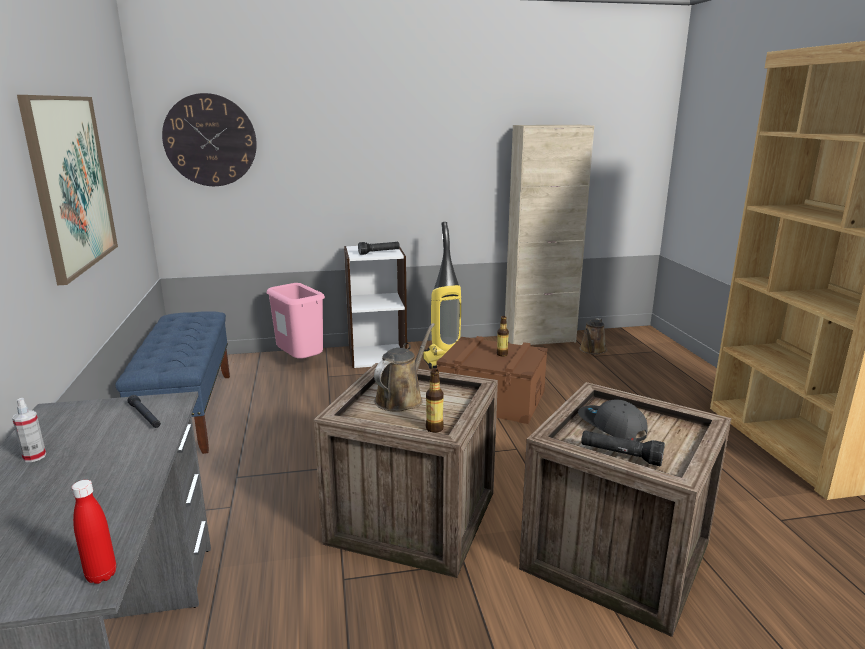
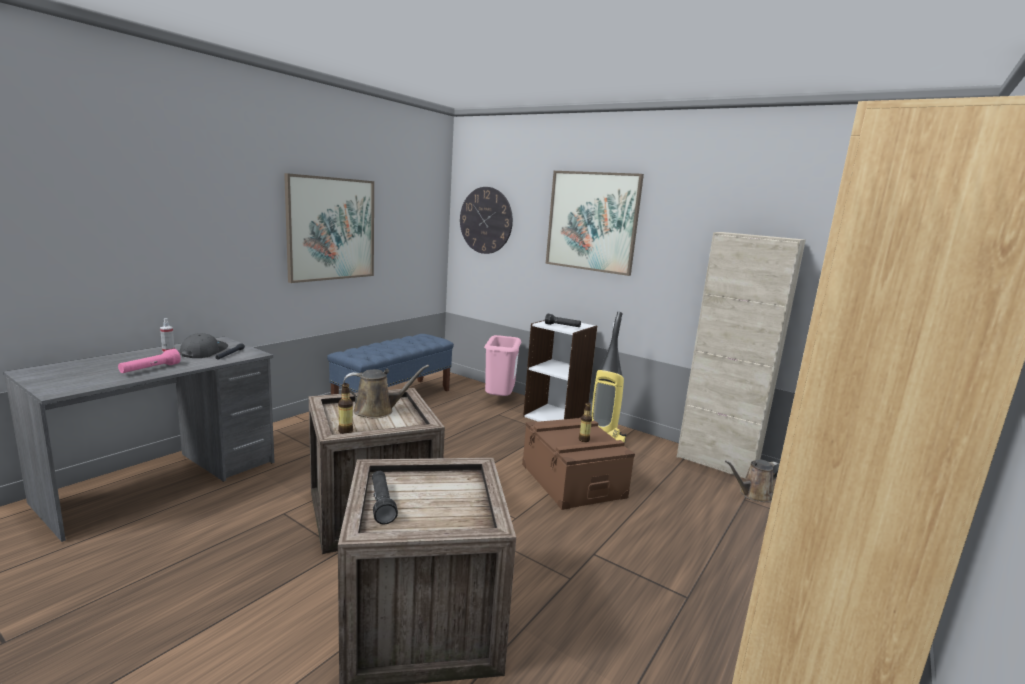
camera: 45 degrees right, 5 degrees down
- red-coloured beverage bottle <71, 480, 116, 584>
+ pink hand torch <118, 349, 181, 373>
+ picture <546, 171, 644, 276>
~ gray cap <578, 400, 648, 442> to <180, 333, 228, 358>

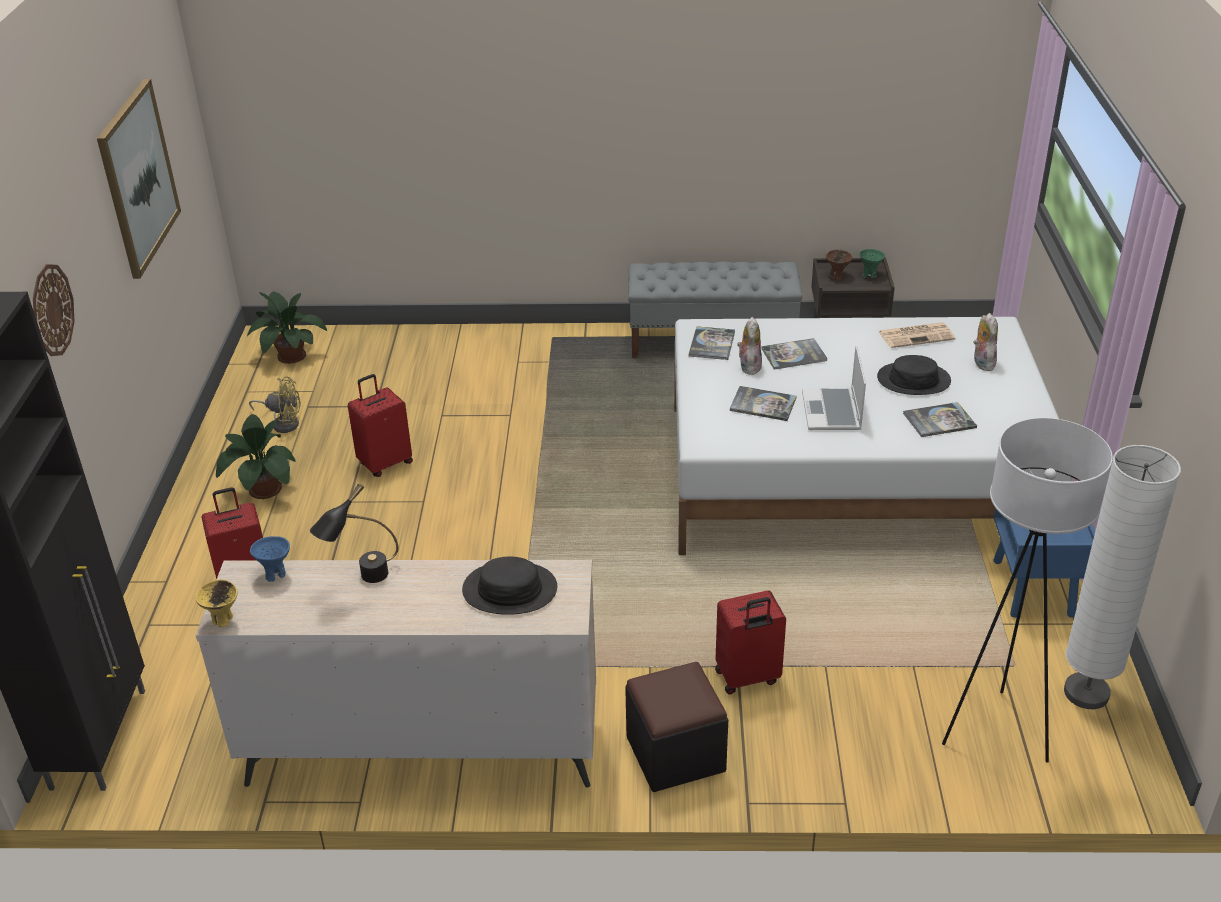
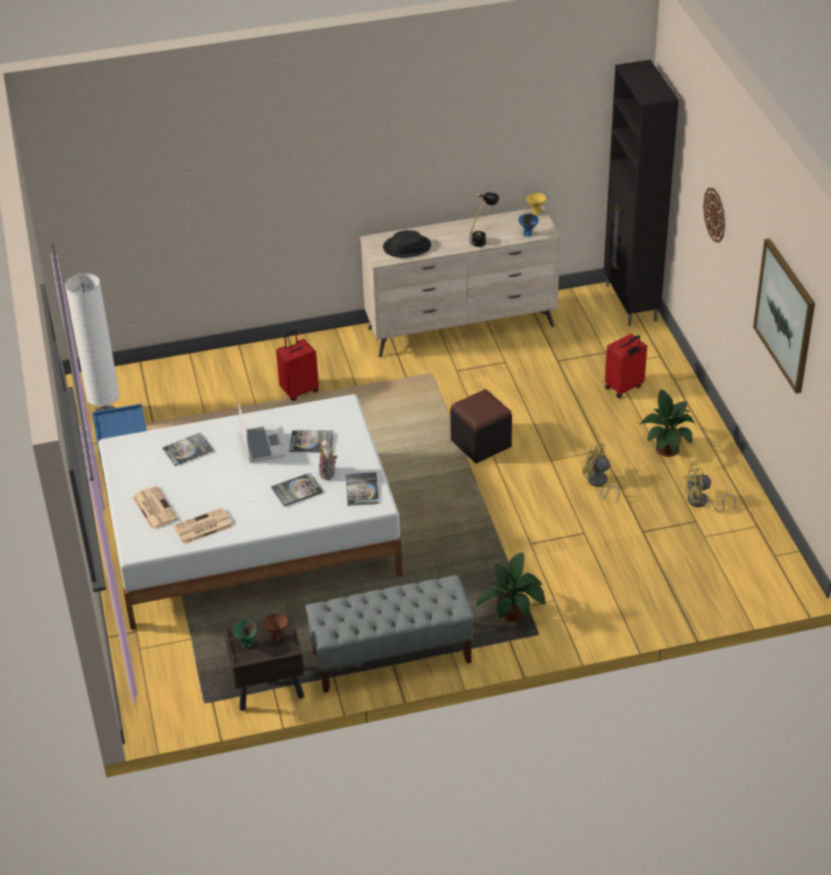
camera: 165 degrees right, 5 degrees up
- blackish wearable hat <877, 355, 951, 395>
- white-coloured standard lamp <942, 418, 1113, 763>
~ houseplant <247, 291, 327, 364> to <476, 552, 546, 623>
~ blackish pouffe <625, 662, 728, 792> to <450, 389, 512, 464>
~ red-coloured piece of luggage <348, 374, 413, 477> to yellow fan <582, 442, 619, 503>
~ soft toy <973, 313, 998, 371> to daily paper <132, 486, 178, 529>

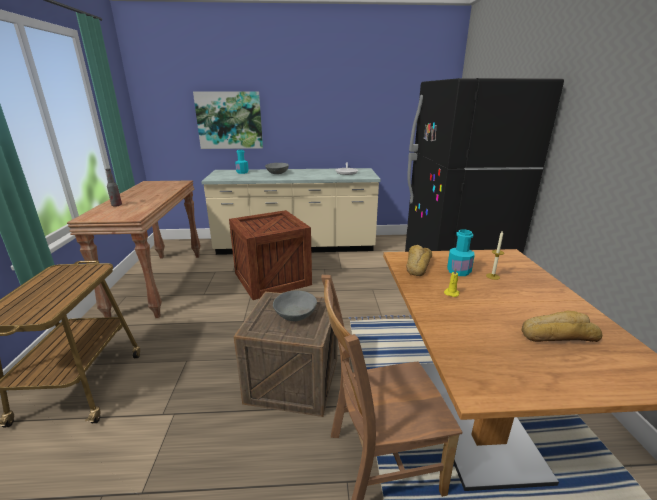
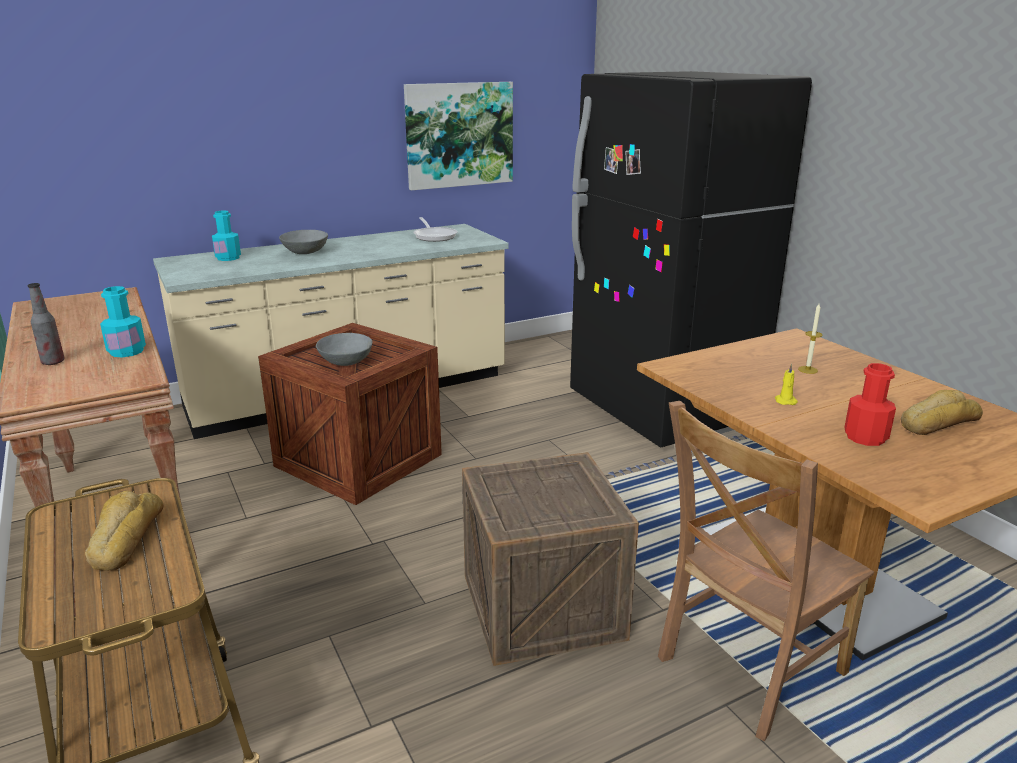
camera: 25 degrees left, 0 degrees up
+ red-coloured beverage bottle <844, 363, 896, 446>
~ picture <193, 91, 263, 149> to <404, 82, 513, 190>
~ gray bowl <273, 291, 317, 321> to <316, 333, 372, 366>
~ bread <406, 245, 432, 276> to <85, 491, 163, 571>
~ turquoise-coloured beverage bottle <447, 229, 475, 276> to <100, 286, 146, 357>

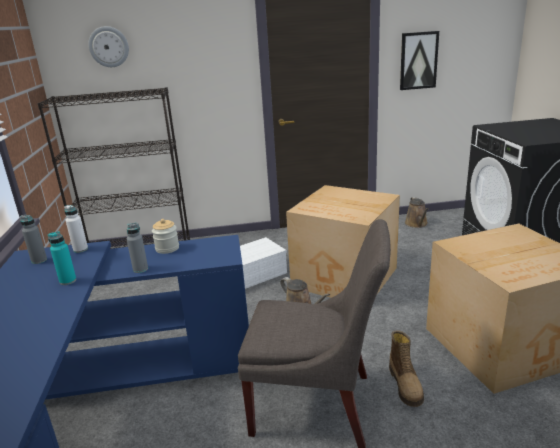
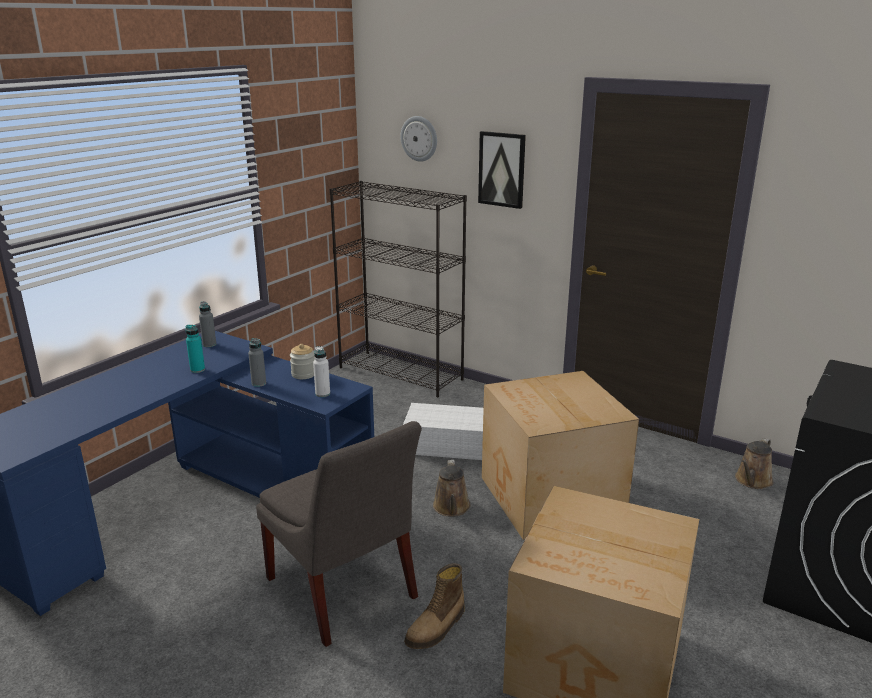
camera: 40 degrees right, 0 degrees up
~ white-coloured beverage bottle <64, 205, 88, 253> to <313, 346, 330, 397>
~ picture <400, 31, 439, 90> to <478, 131, 526, 209>

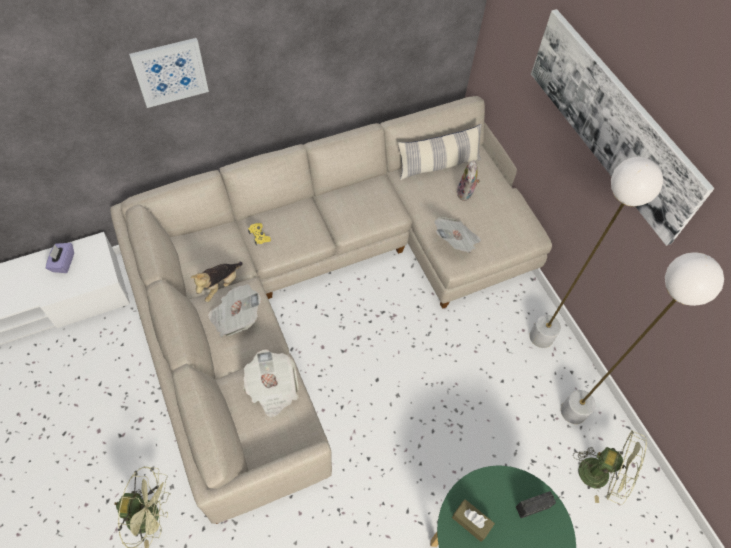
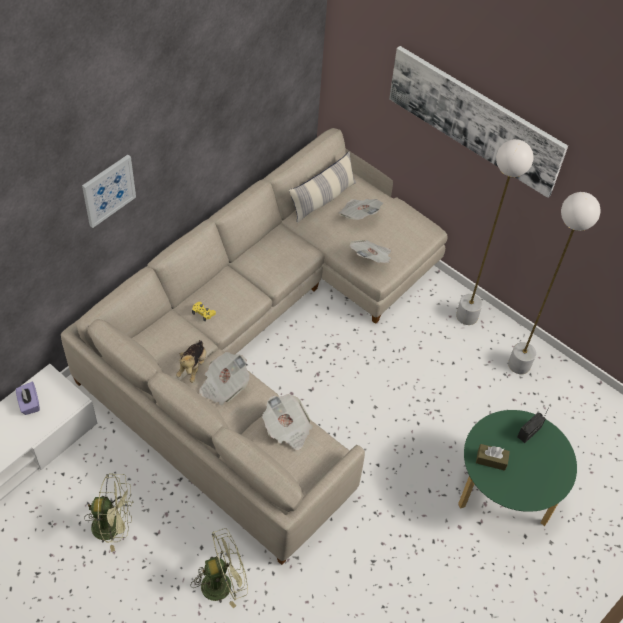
camera: 25 degrees left, 5 degrees down
~ green-coloured fan <573, 430, 647, 505> to <84, 473, 133, 552>
~ soft toy <457, 160, 480, 201> to daily paper <338, 199, 383, 220>

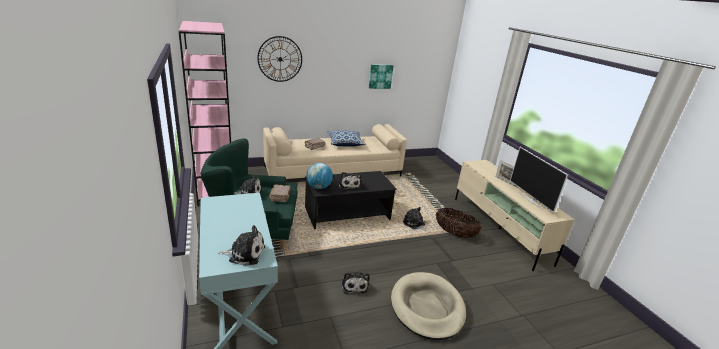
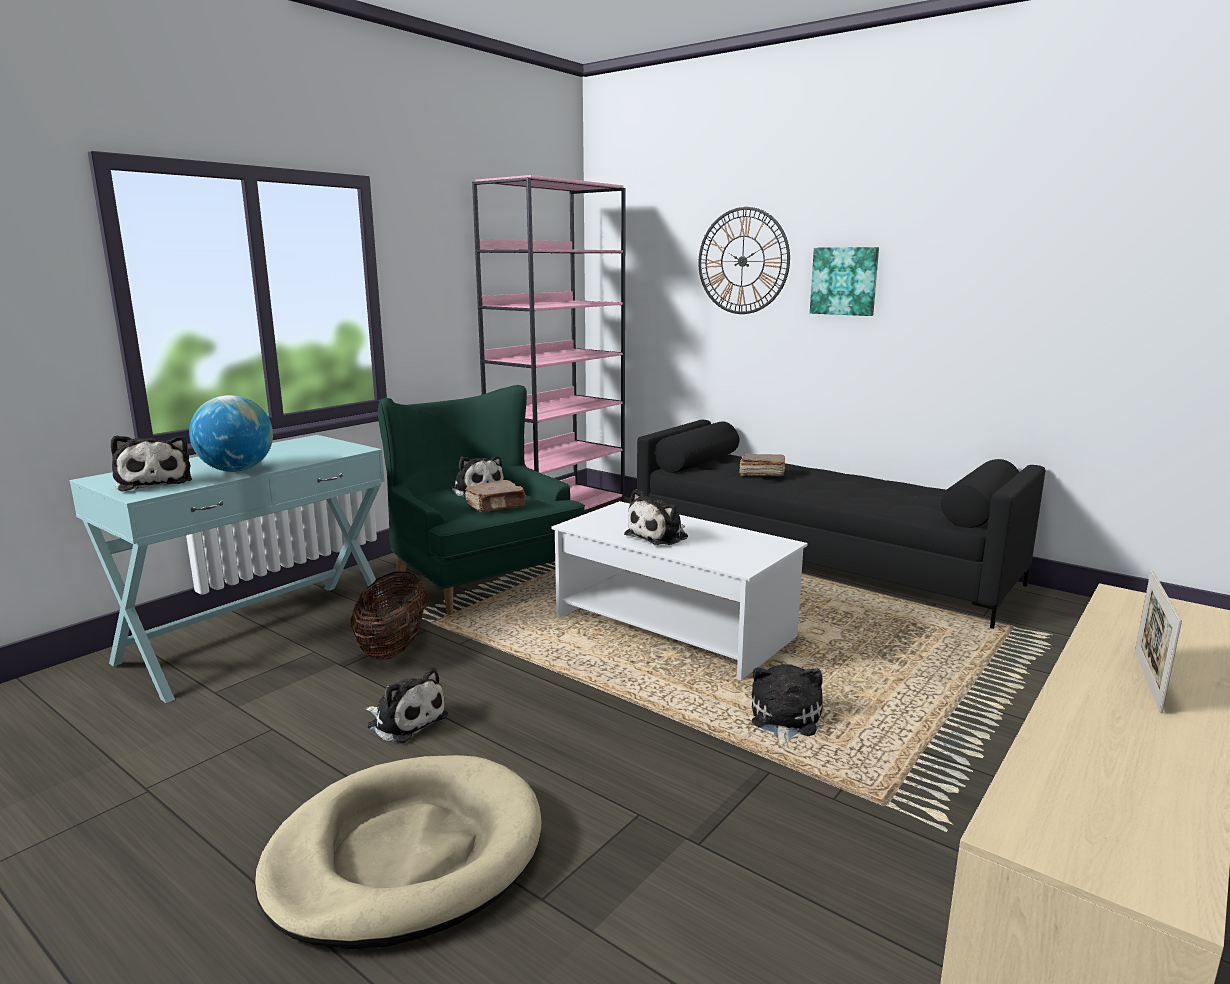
camera: 60 degrees right, 10 degrees down
- throw pillow <327, 130, 365, 147>
- TV <510, 147, 568, 213>
~ desk globe <306, 163, 333, 189> to <189, 395, 273, 472>
~ picture <369, 64, 393, 89> to <810, 247, 879, 316>
~ basket <436, 208, 481, 238> to <350, 571, 427, 660>
~ beige sofa <263, 124, 407, 179> to blackish sofa <637, 420, 1045, 629>
~ blackish lounge table <305, 171, 397, 229> to white-coloured lounge table <552, 501, 808, 680>
~ soft toy <342, 271, 370, 294> = <365, 668, 448, 743> 105 degrees counterclockwise

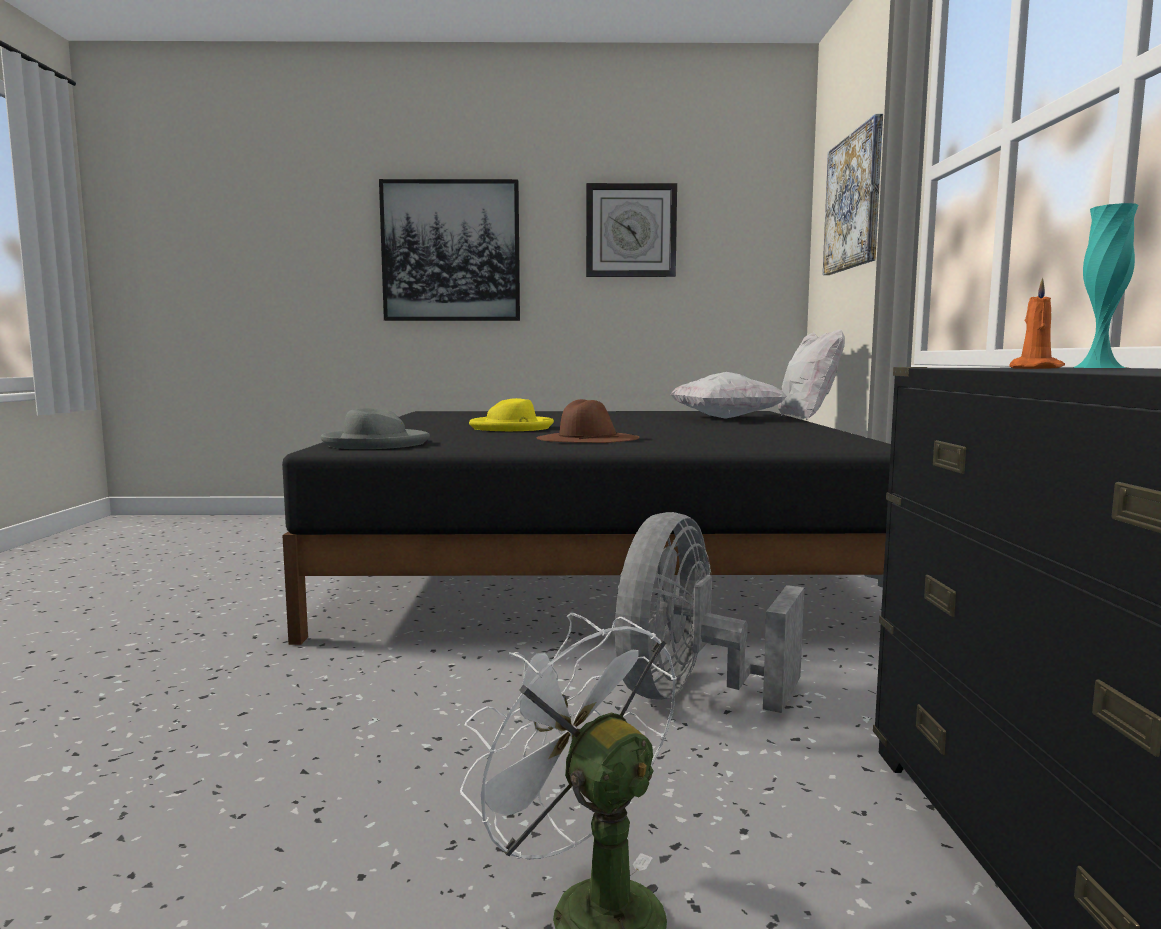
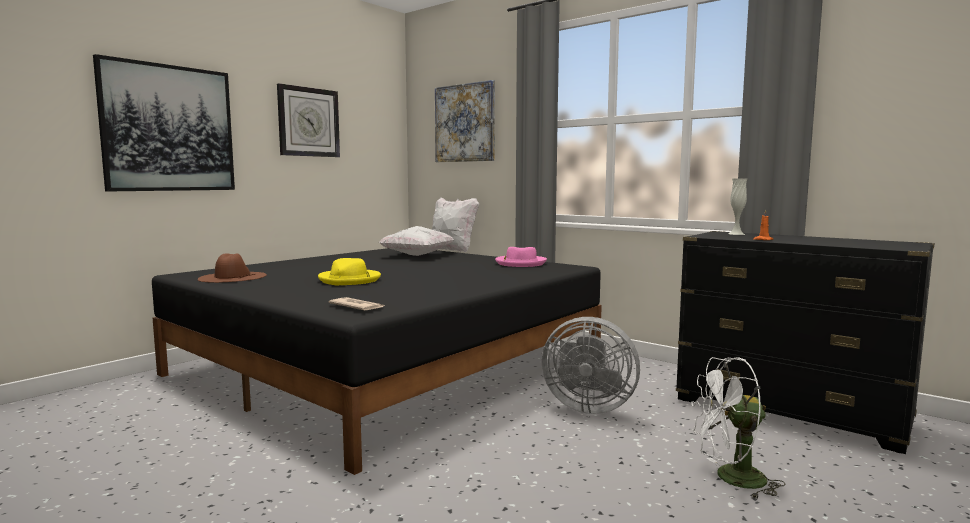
camera: 50 degrees left, 0 degrees up
+ pink wearable hat <495, 247, 547, 267>
~ brownish wearable hat <537, 399, 639, 443> to <198, 253, 267, 283>
~ gray wearable hat <321, 408, 430, 449> to daily paper <329, 297, 385, 310>
~ turquoise-coloured flower vase <1073, 203, 1138, 368> to white-coloured flower vase <728, 178, 747, 235>
~ gray fan <615, 512, 804, 713> = <542, 317, 640, 414> 45 degrees counterclockwise

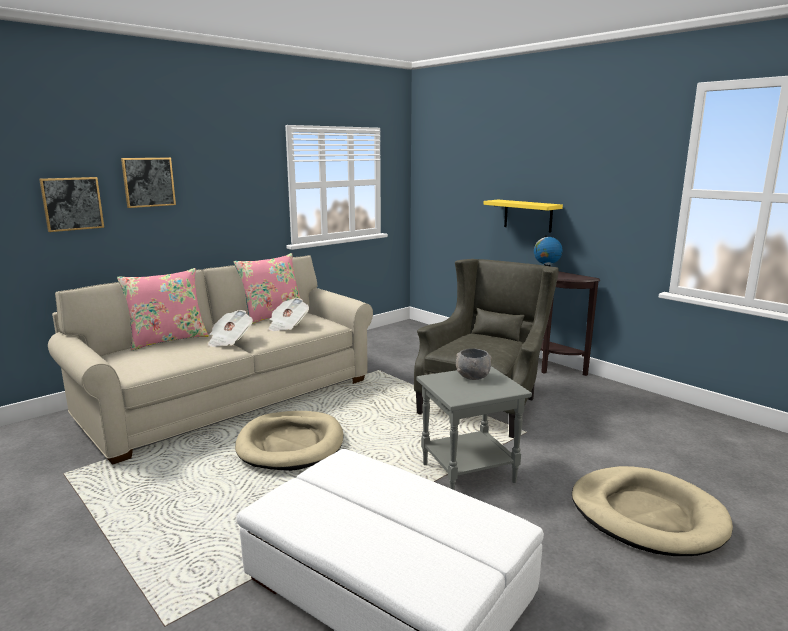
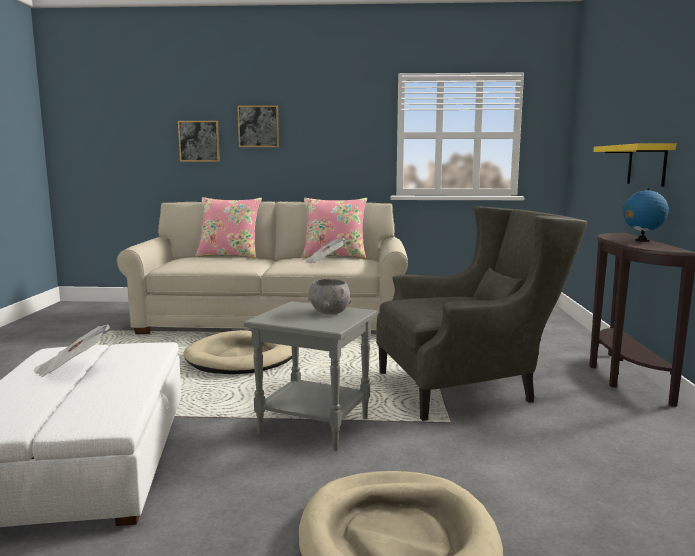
camera: 45 degrees right, 5 degrees down
~ daily paper <208, 310, 253, 347> to <34, 325, 110, 377>

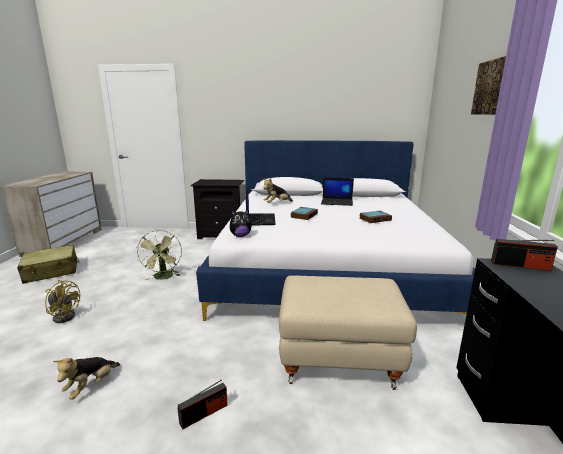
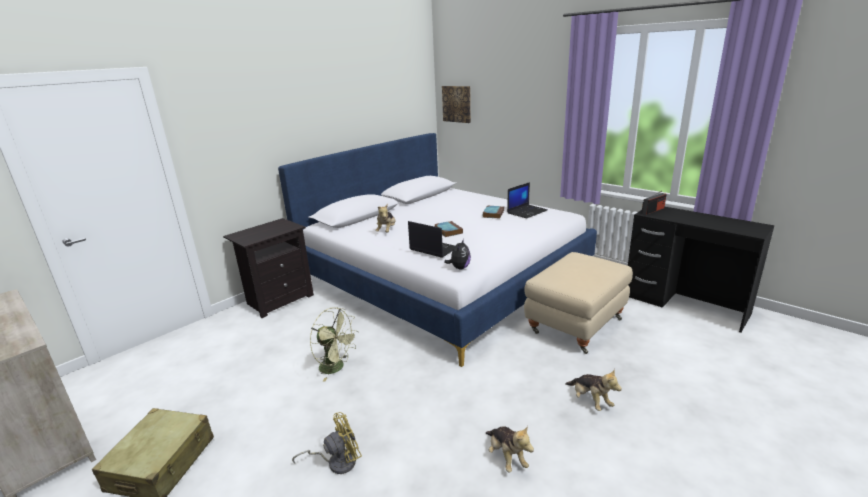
camera: 50 degrees left, 5 degrees up
~ notebook computer <321, 178, 354, 206> to <507, 182, 548, 218>
~ picture <471, 56, 506, 115> to <442, 86, 471, 123>
~ radio set <177, 379, 228, 429> to soft toy <565, 369, 622, 411>

